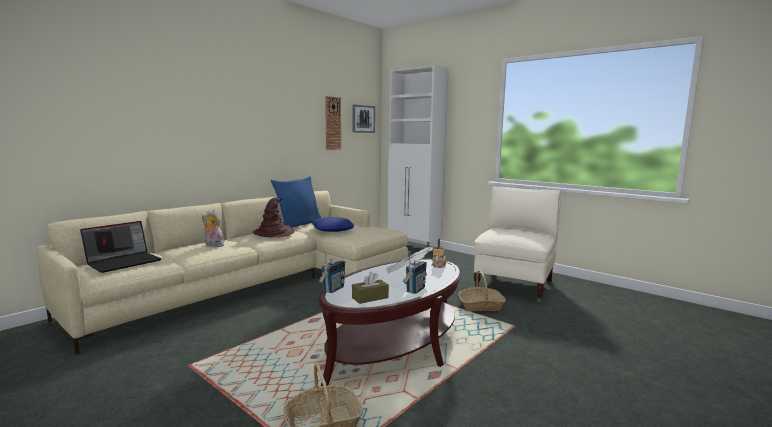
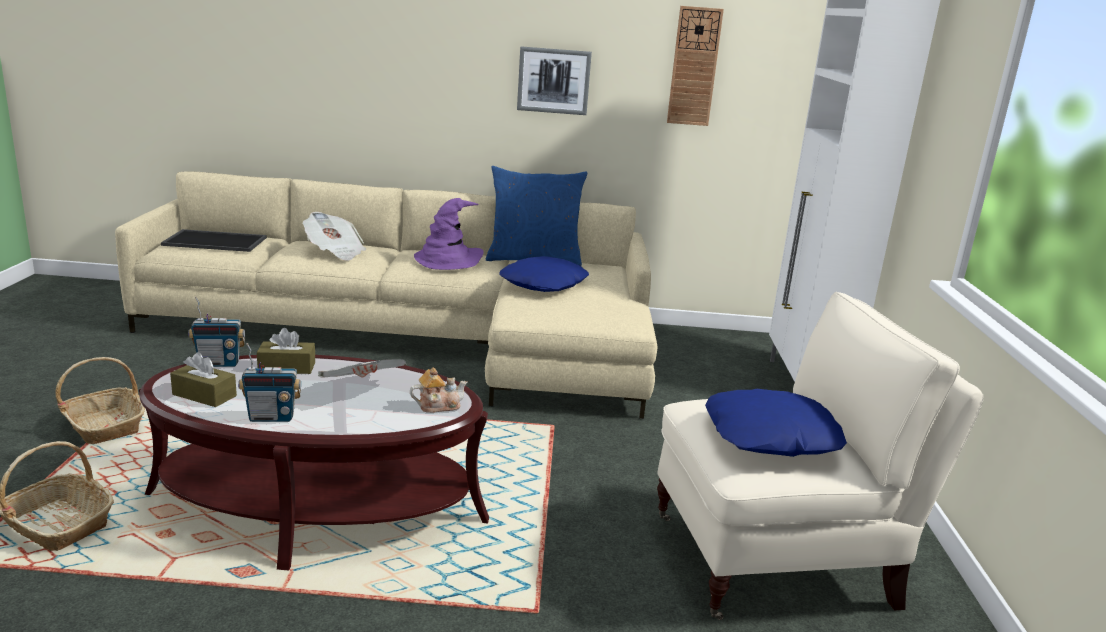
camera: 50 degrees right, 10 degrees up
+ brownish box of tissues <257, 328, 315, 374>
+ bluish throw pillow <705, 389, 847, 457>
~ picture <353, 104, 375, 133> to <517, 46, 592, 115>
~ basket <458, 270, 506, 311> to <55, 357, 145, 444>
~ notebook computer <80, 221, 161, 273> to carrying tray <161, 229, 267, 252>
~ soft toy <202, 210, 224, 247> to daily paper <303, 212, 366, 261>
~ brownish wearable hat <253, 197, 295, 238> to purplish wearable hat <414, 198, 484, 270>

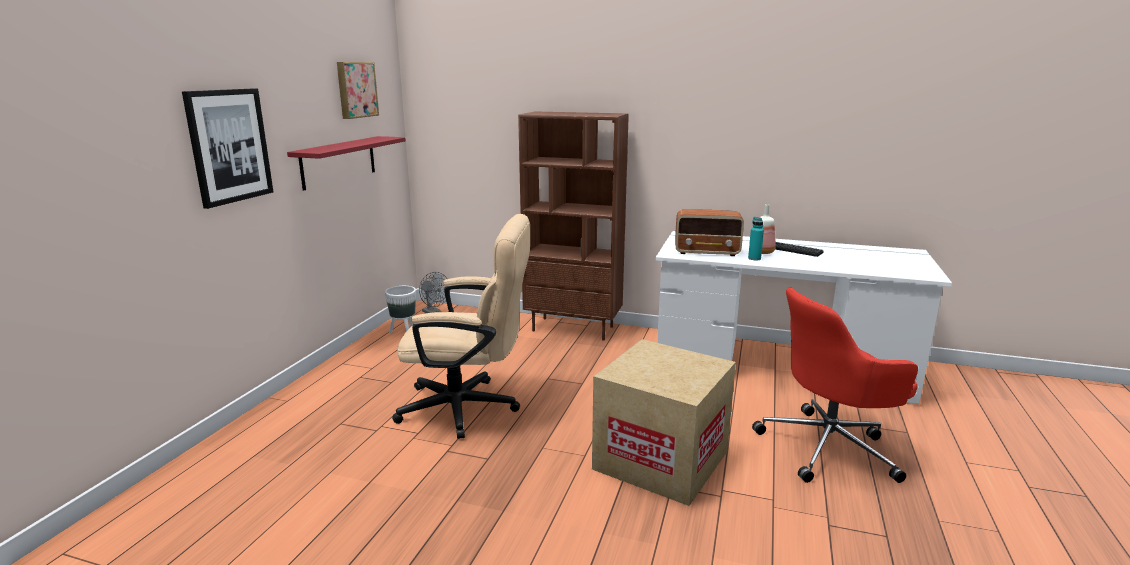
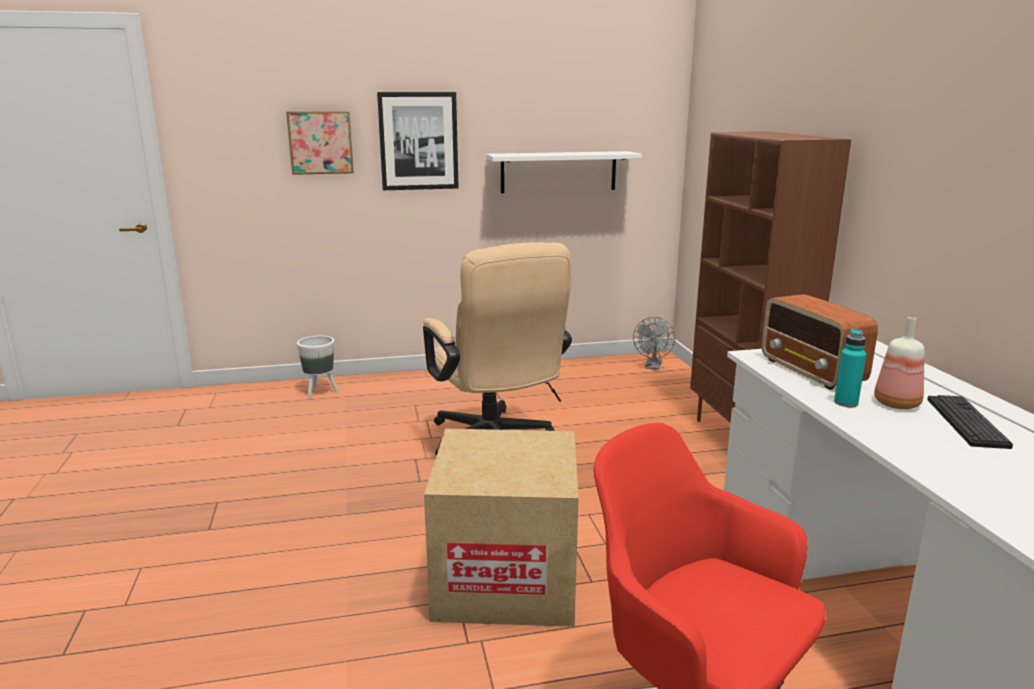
camera: 60 degrees right, 0 degrees up
~ picture <337, 62, 379, 119> to <286, 111, 354, 175>
~ white-coloured planter <385, 286, 416, 334> to <297, 336, 338, 398>
~ red-coloured shelf <287, 136, 406, 191> to white-coloured shelf <486, 151, 642, 193>

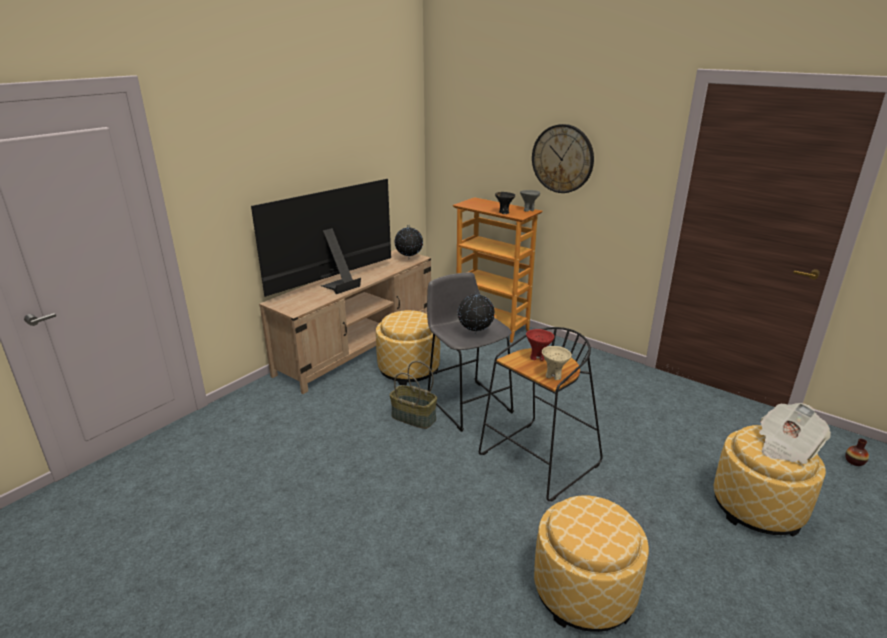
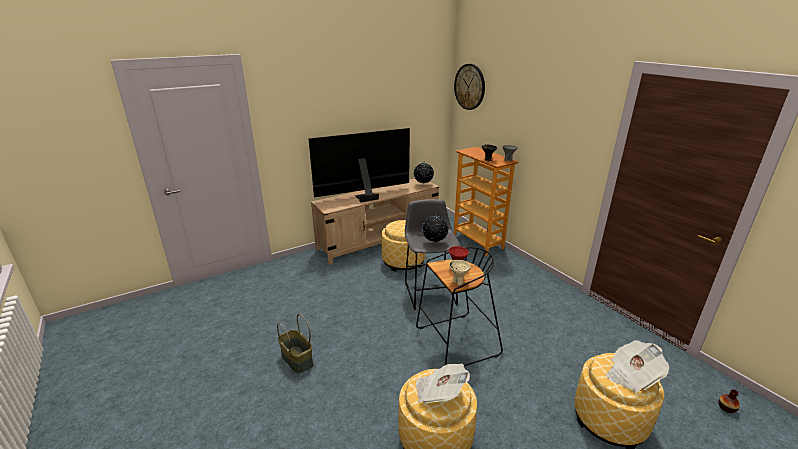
camera: 20 degrees right, 0 degrees up
+ daily paper <416, 364, 470, 403>
~ basket <389, 361, 437, 429> to <277, 314, 313, 373>
~ clock on the wall <532, 124, 594, 193> to <454, 64, 485, 110>

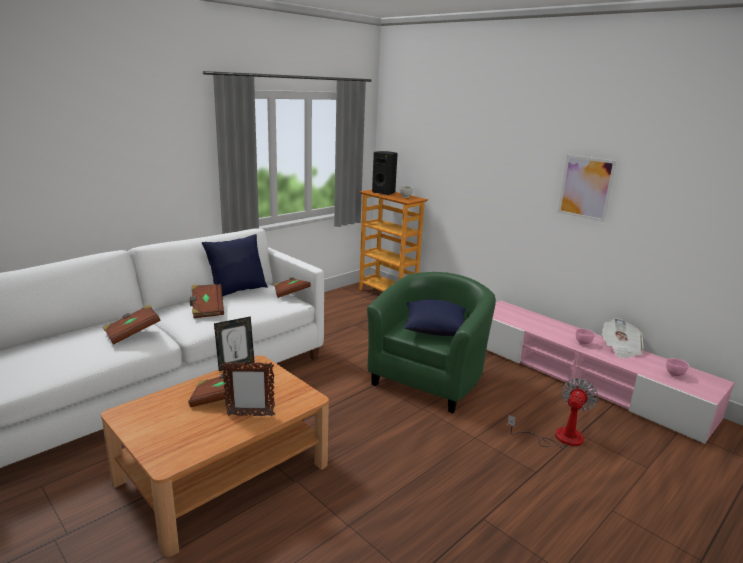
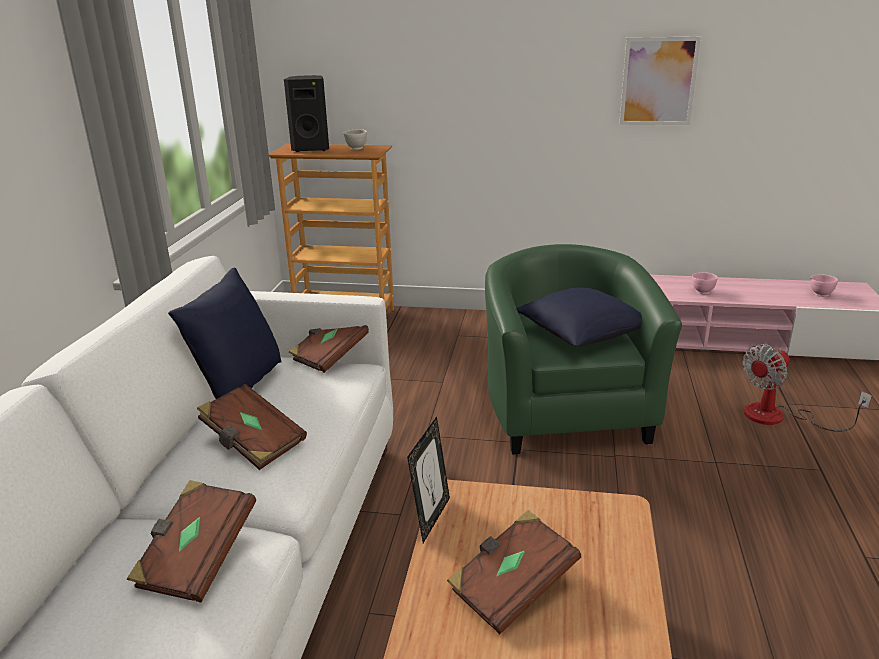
camera: 35 degrees left, 5 degrees up
- picture frame <222, 362, 275, 416>
- daily paper <601, 318, 644, 359>
~ fan <507, 378, 598, 448> = <743, 344, 872, 432> 120 degrees counterclockwise

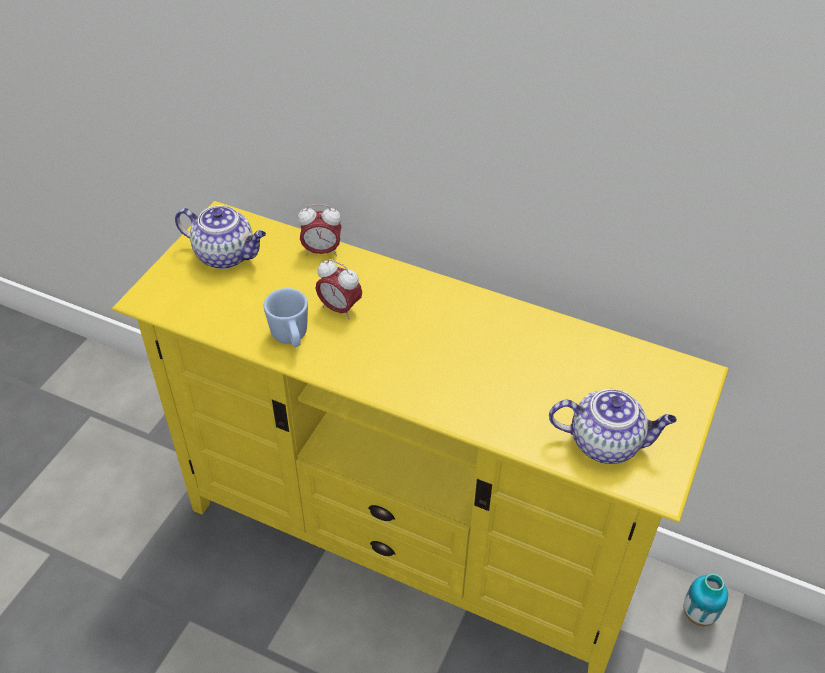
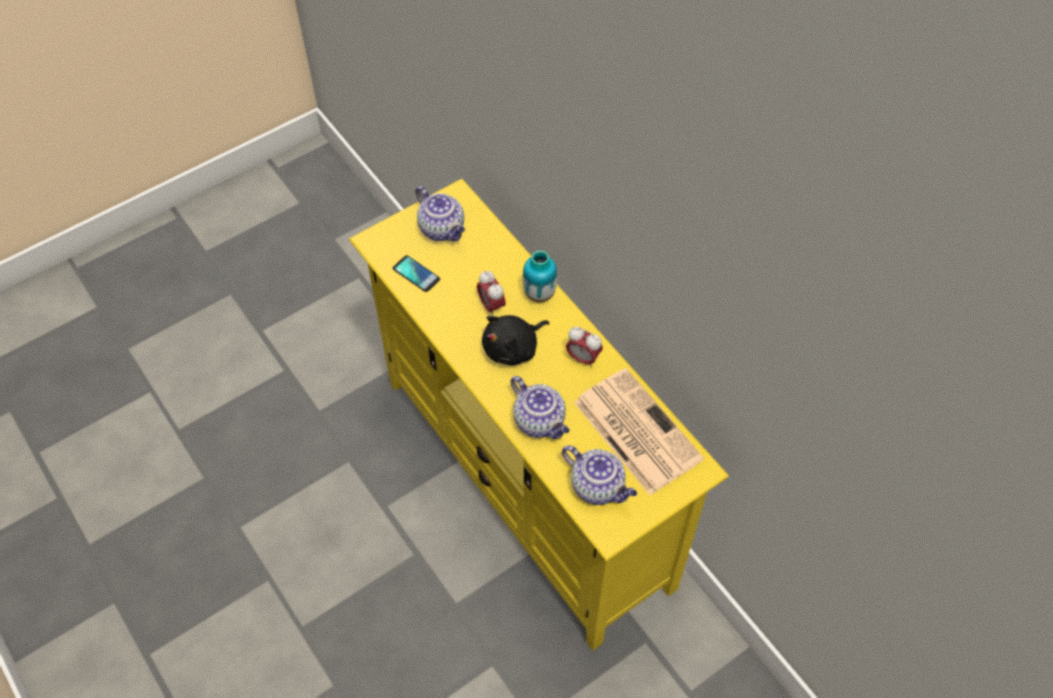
camera: 30 degrees right, 10 degrees up
- bluish coffee mug <264, 288, 308, 347>
+ handset <393, 255, 440, 292>
+ blackish soft toy <482, 315, 549, 366>
+ teapot <511, 376, 570, 439>
+ daily paper <574, 368, 704, 495>
~ alarm clock <298, 204, 341, 256> to <566, 327, 603, 368>
~ flower vase <684, 573, 728, 626> to <523, 251, 557, 302>

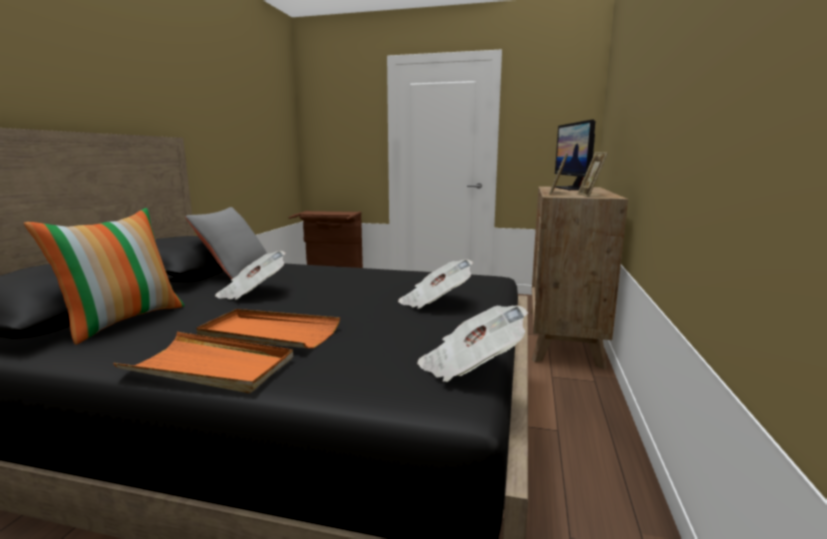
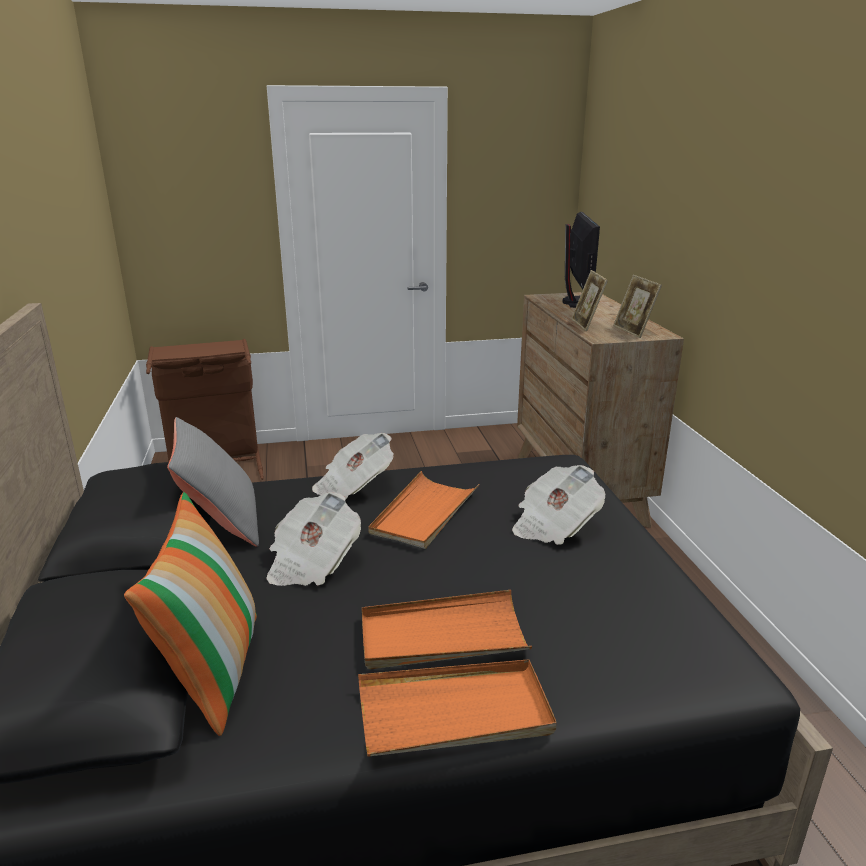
camera: 25 degrees left, 10 degrees up
+ orangey carrying tray <368, 471, 479, 549>
~ daily paper <417, 306, 528, 382> to <312, 433, 394, 500>
~ computer display <555, 120, 595, 190> = <563, 212, 600, 308> 150 degrees counterclockwise

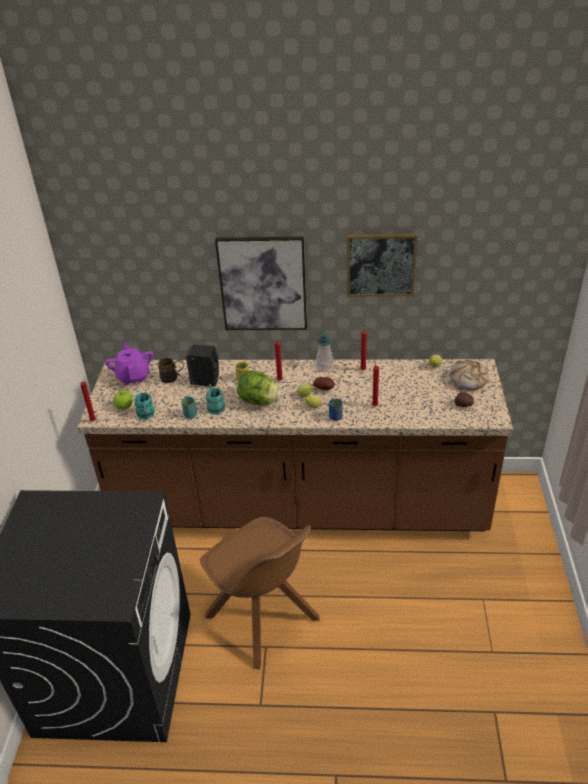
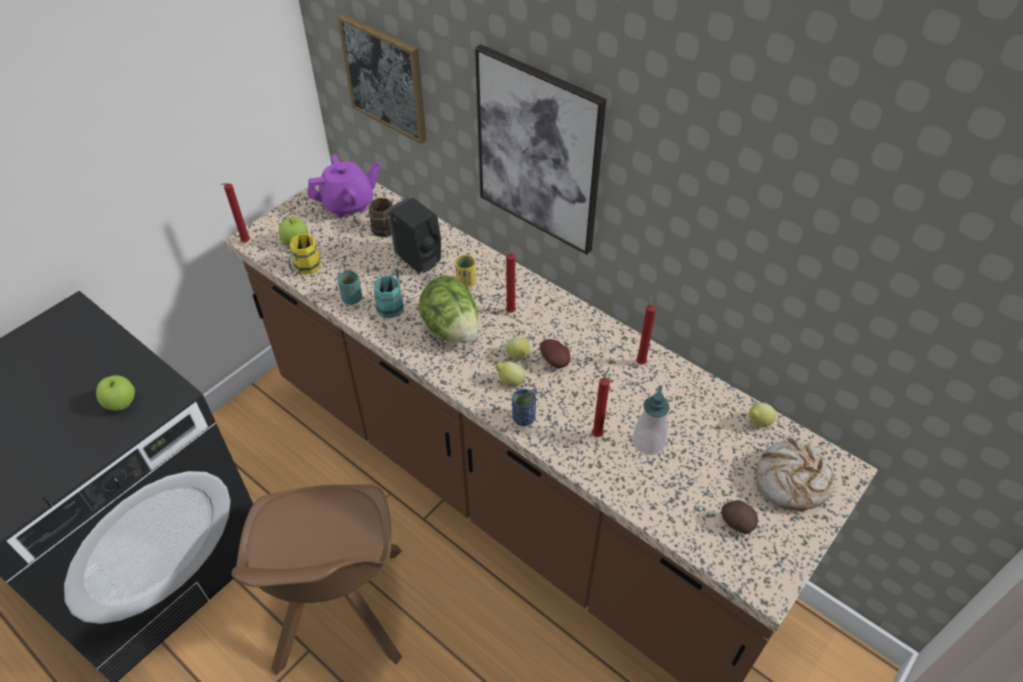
camera: 35 degrees right, 10 degrees up
+ apple fruit <96, 375, 135, 411>
~ soap dispenser <316, 332, 333, 372> to <633, 386, 670, 455>
~ picture <347, 234, 418, 297> to <337, 14, 427, 144>
~ turquoise-coloured coffee mug <134, 393, 155, 419> to yellow coffee mug <288, 234, 321, 275>
~ purplish teapot <105, 343, 153, 385> = <307, 154, 380, 218> 45 degrees clockwise

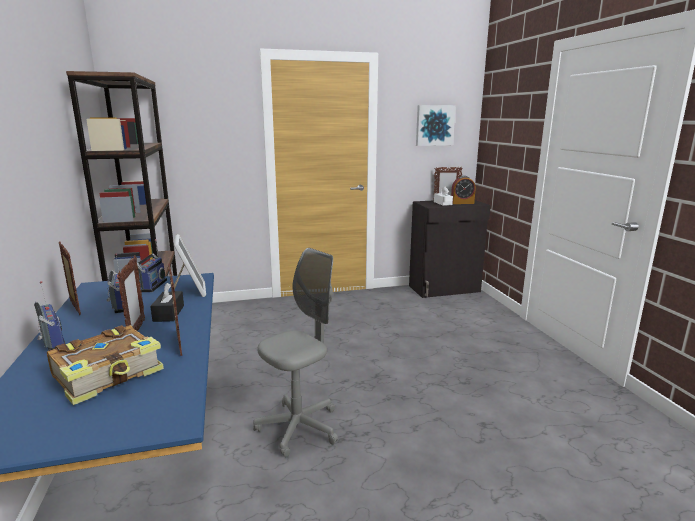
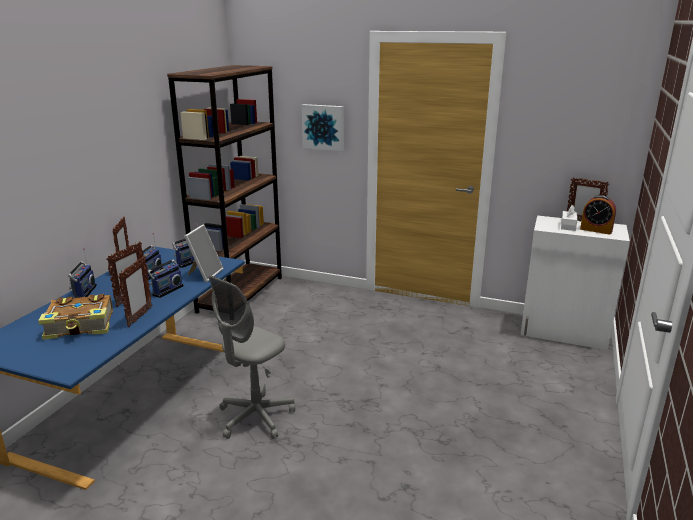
camera: 35 degrees right, 5 degrees up
~ picture <416, 105, 456, 146> to <302, 104, 344, 151>
~ blackish box of tissues <150, 283, 184, 322> to radio set <147, 248, 184, 298>
~ blackish storage cabinet <409, 200, 491, 298> to white-coloured storage cabinet <521, 215, 630, 350>
~ gray desk chair <253, 248, 338, 457> = <208, 275, 295, 439> 135 degrees clockwise

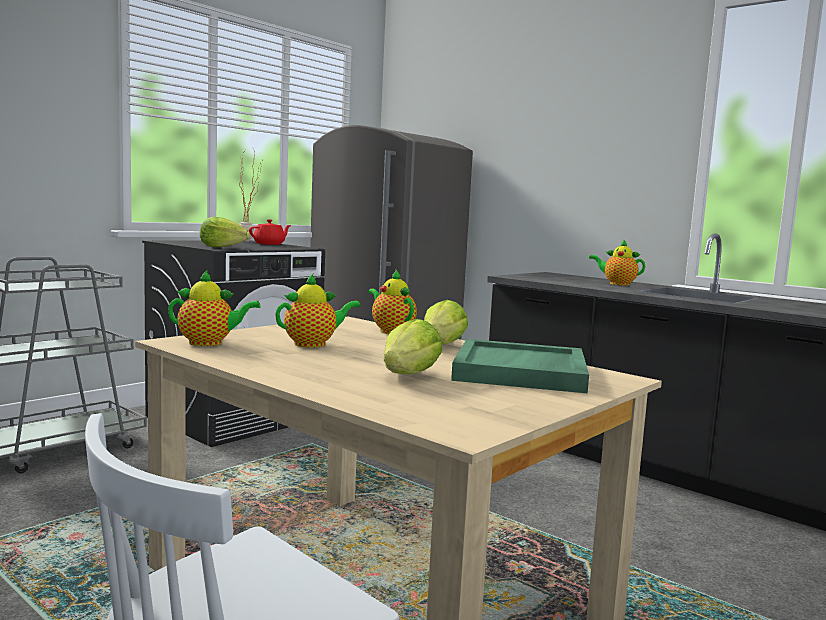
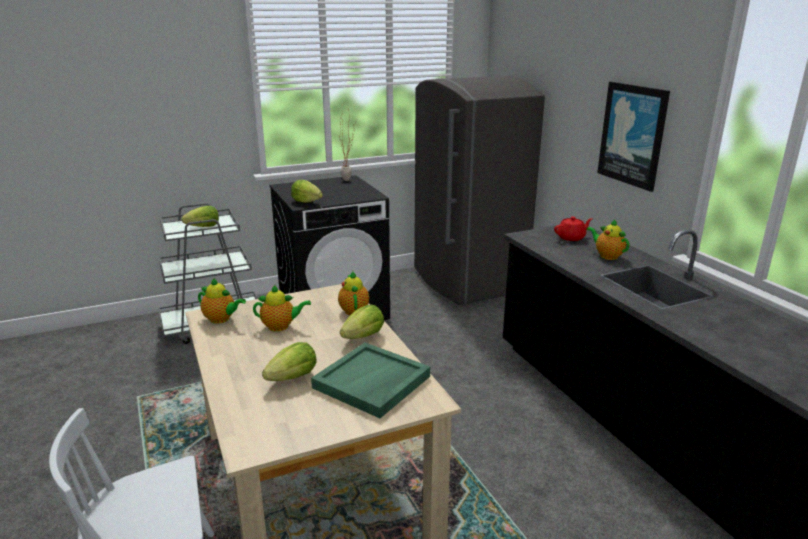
camera: 25 degrees right, 15 degrees up
+ lettuce head <182, 206, 219, 227>
+ picture <597, 82, 670, 192>
~ red-coloured teapot <249, 220, 291, 245> to <554, 217, 593, 241>

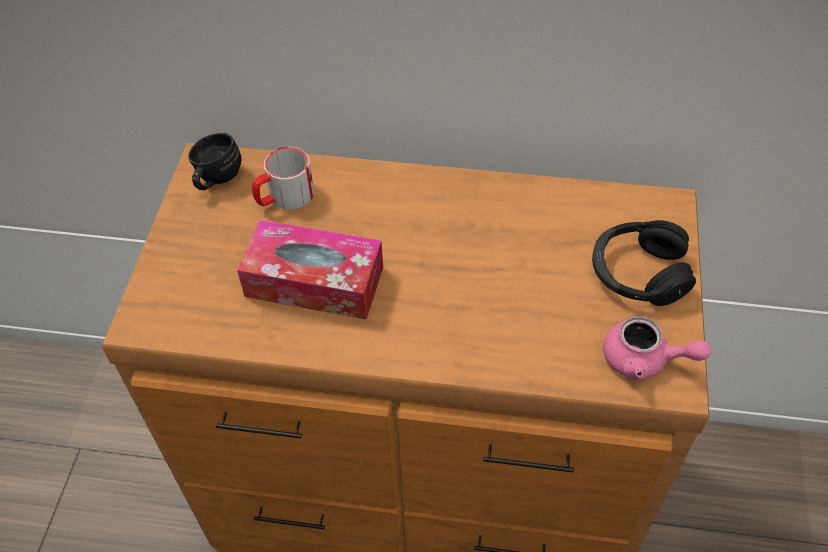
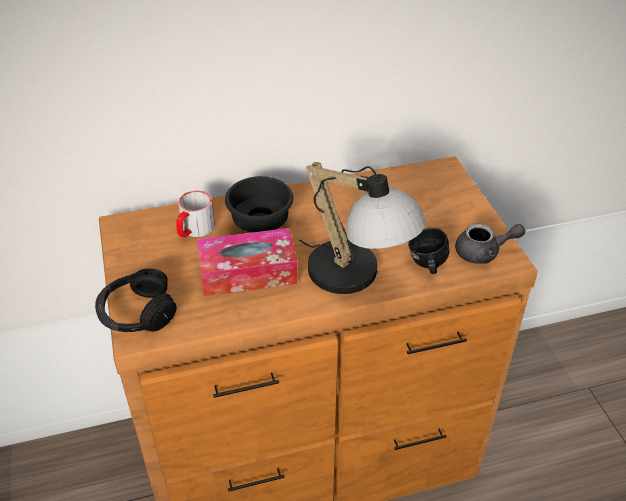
camera: 25 degrees left, 10 degrees down
+ blackish bowl <225, 176, 294, 233>
+ table lamp <299, 162, 426, 294>
~ blackish coffee mug <188, 133, 241, 190> to <408, 227, 449, 274>
~ blackish headphones <592, 220, 696, 306> to <95, 269, 177, 332>
~ pink teapot <603, 316, 711, 381> to gray teapot <455, 223, 526, 264>

